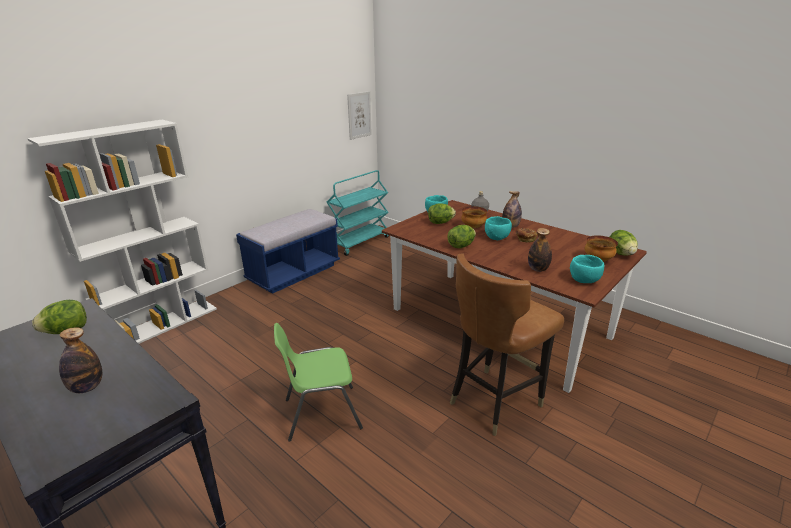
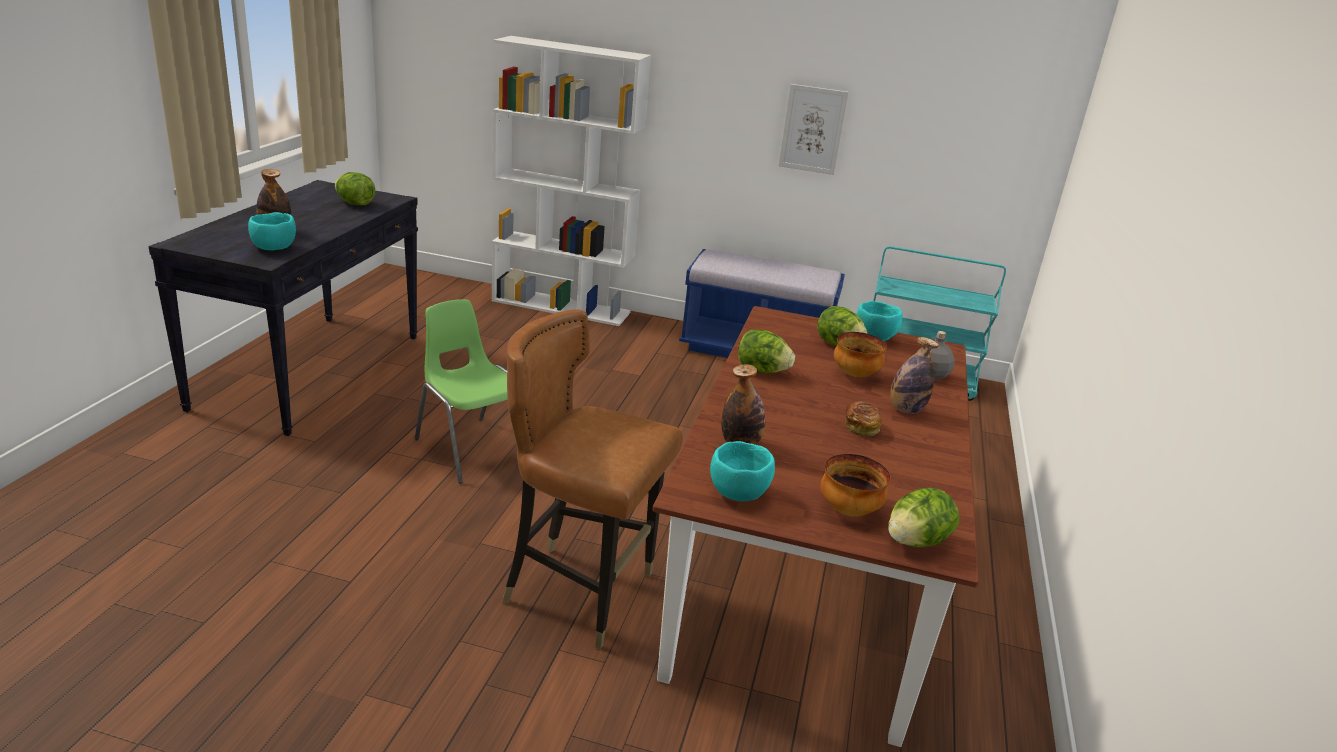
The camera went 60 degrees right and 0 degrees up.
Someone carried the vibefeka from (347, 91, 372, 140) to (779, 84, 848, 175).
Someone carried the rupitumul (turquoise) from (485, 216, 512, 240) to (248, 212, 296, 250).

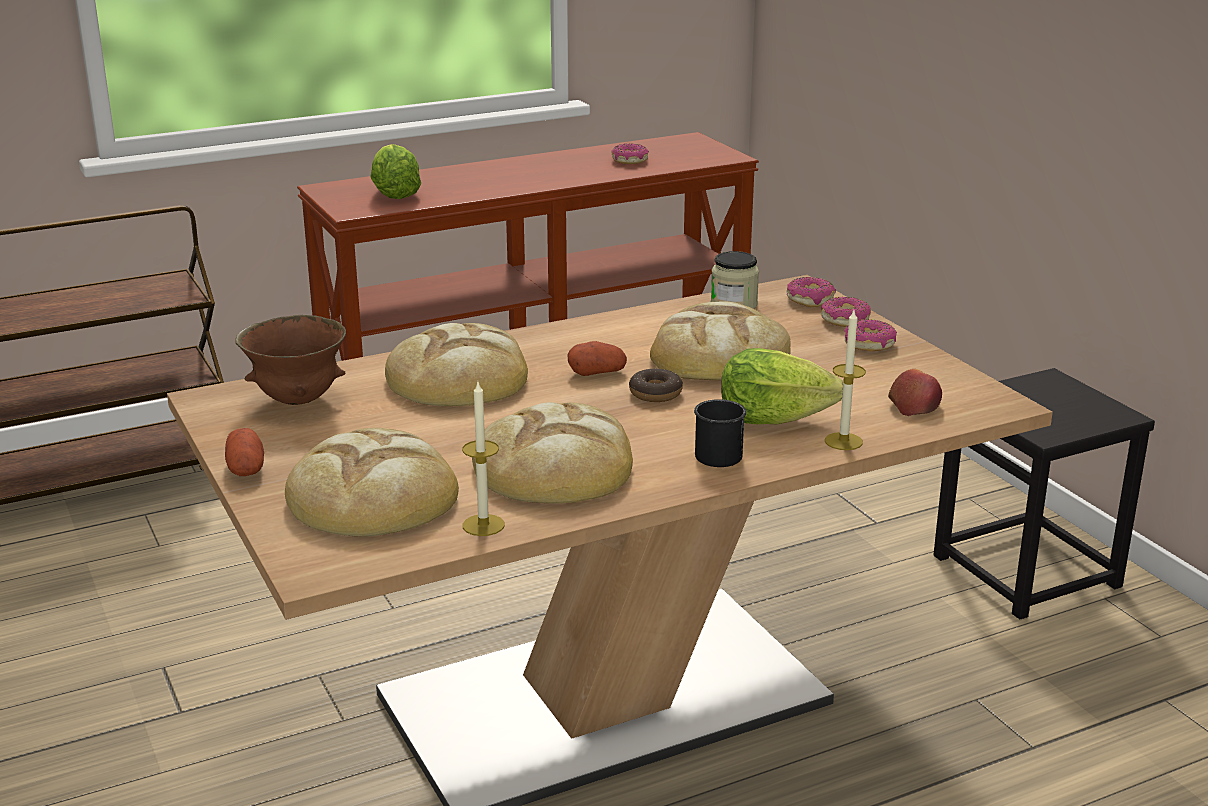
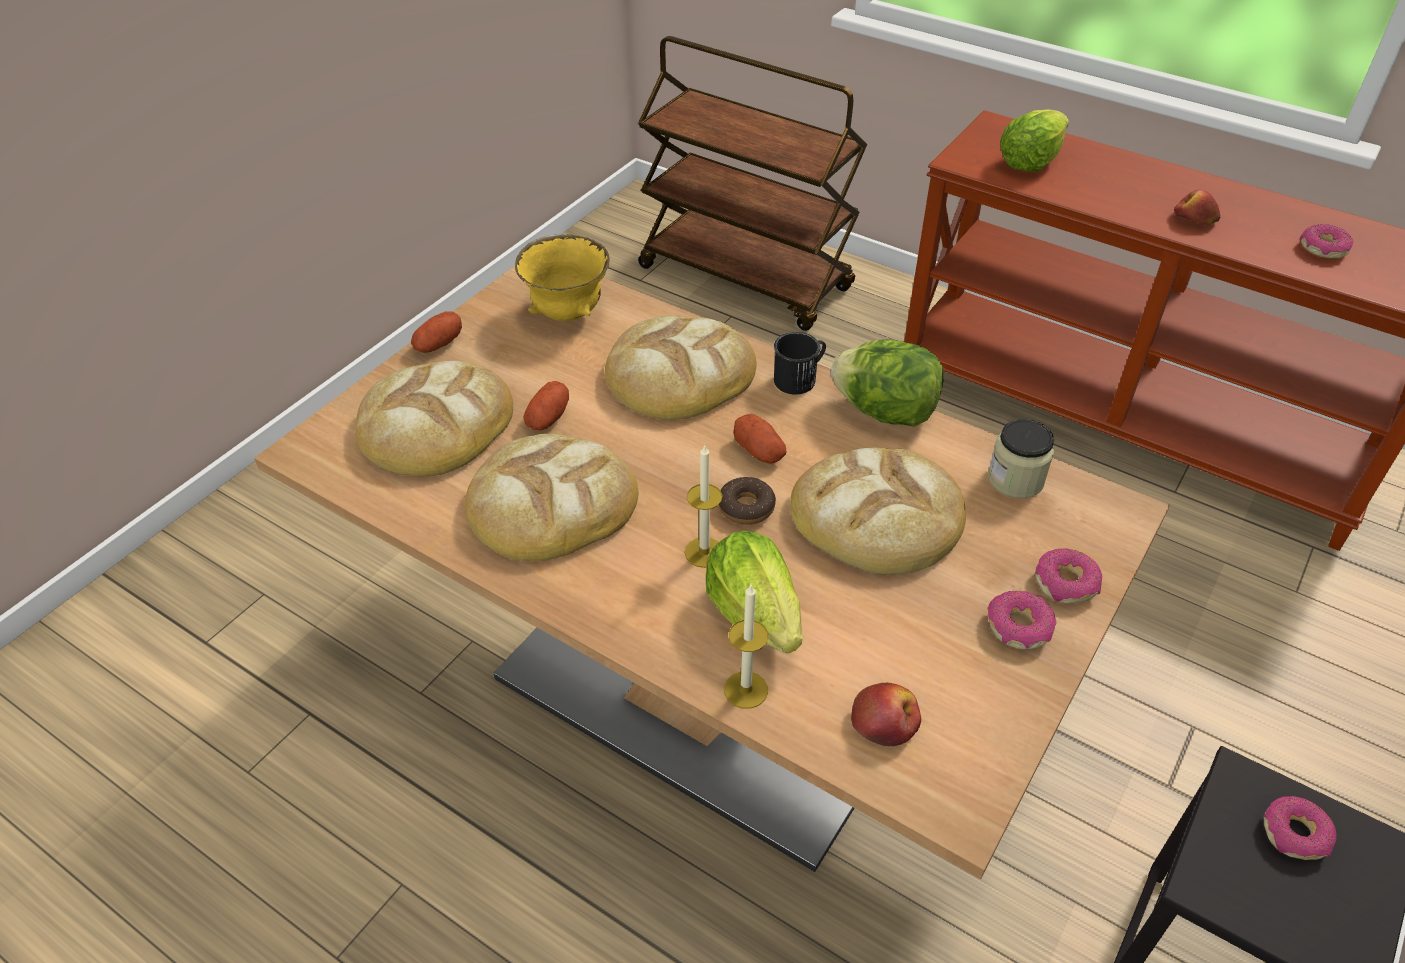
The camera went 60 degrees right and 20 degrees up.
Someone carried the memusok from (786, 277, 836, 307) to (1264, 796, 1337, 860).
Someone repainted the rupitumul (brown) at (235, 315, 346, 405), which became the rupitumul (yellow) at (515, 234, 610, 321).
Someone carried the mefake from (462, 382, 505, 536) to (685, 444, 722, 568).
Someone carried the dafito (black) from (694, 399, 747, 467) to (774, 332, 826, 395).
Someone put down the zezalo at (1174, 190, 1220, 225).
Someone put down the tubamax at (831, 339, 943, 427).
Someone put down the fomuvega at (523, 381, 569, 430).

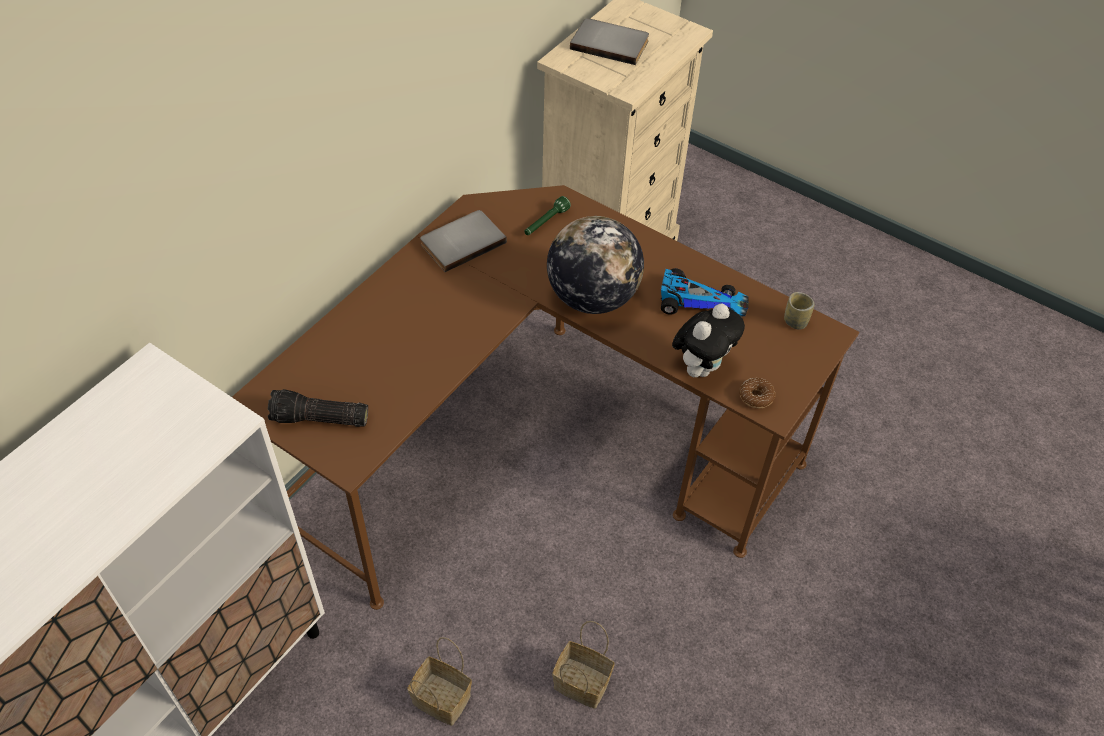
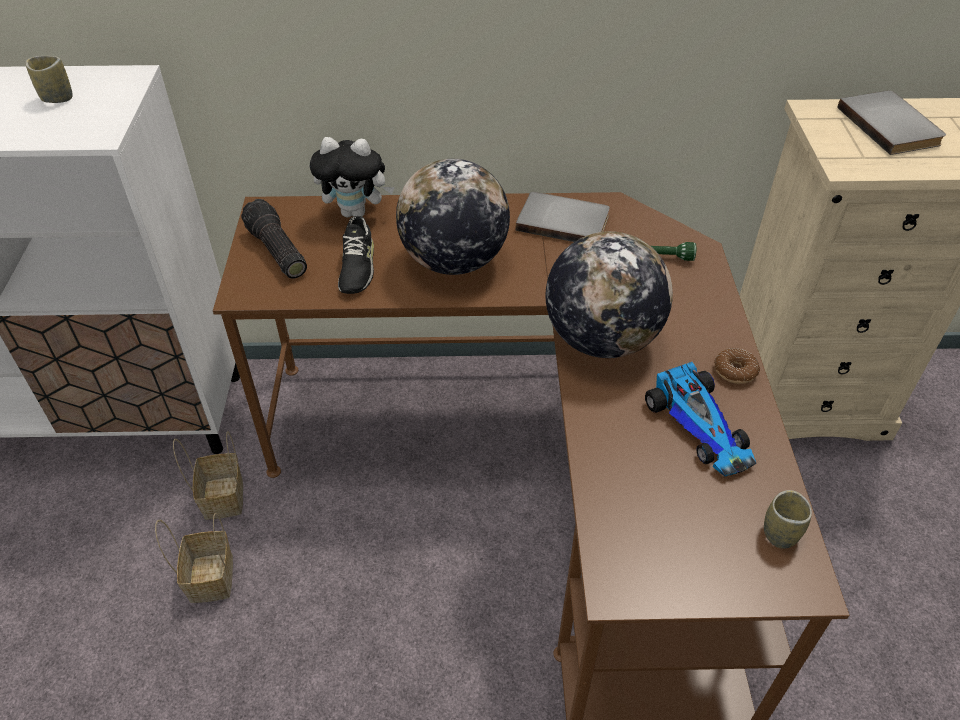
The camera went 55 degrees right and 5 degrees down.
Someone carried the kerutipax from (672, 303, 745, 377) to (310, 137, 395, 218).
Someone carried the memusok from (739, 378, 775, 408) to (714, 348, 760, 384).
Someone carried the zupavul from (552, 621, 614, 709) to (173, 432, 243, 520).
Someone put down the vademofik at (26, 56, 73, 103).
Someone put down the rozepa at (396, 159, 510, 275).
Someone put down the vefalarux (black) at (338, 216, 374, 294).

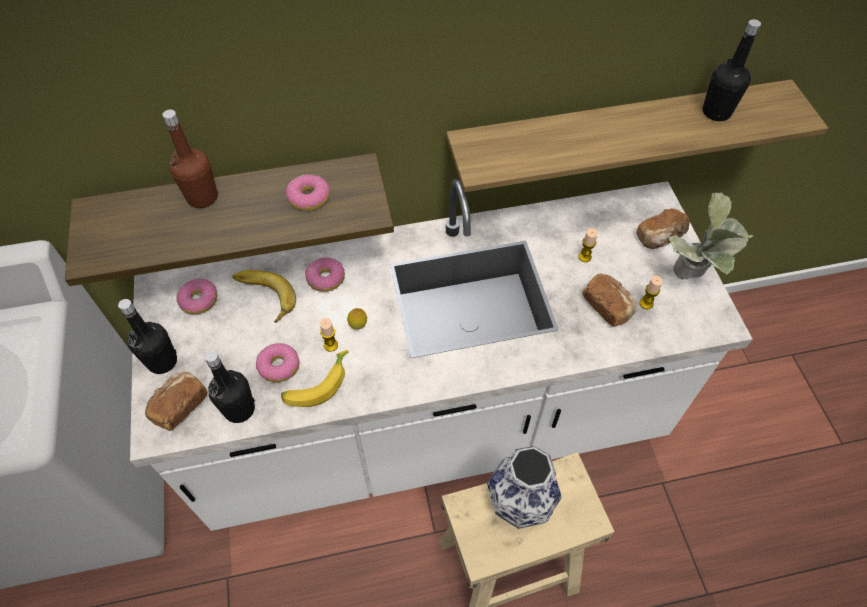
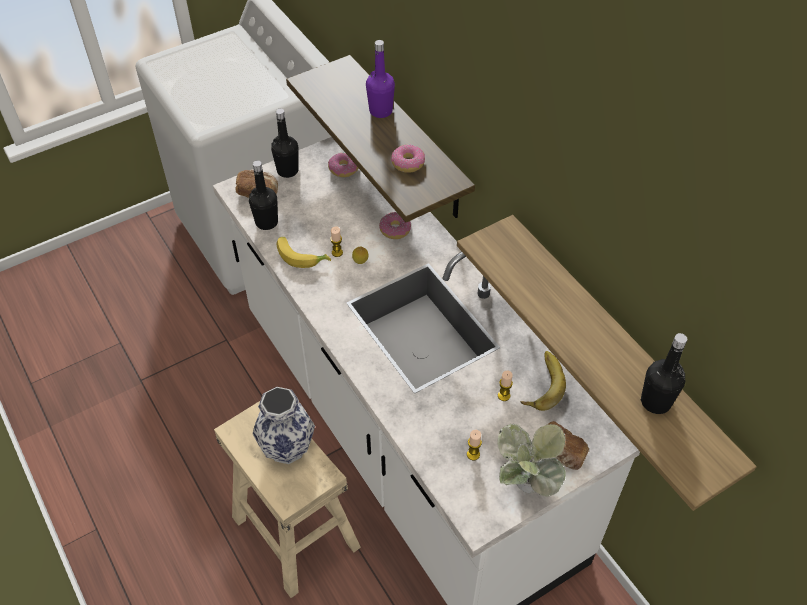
The camera went 70 degrees right and 5 degrees down.
Someone repainted the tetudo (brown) at (162, 110, 218, 208), which became the tetudo (purple) at (366, 40, 395, 118).
Someone carried the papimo from (233, 270, 296, 323) to (520, 351, 566, 411).
Someone took away the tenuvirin at (582, 273, 636, 327).
Someone took away the memusok at (256, 343, 300, 382).

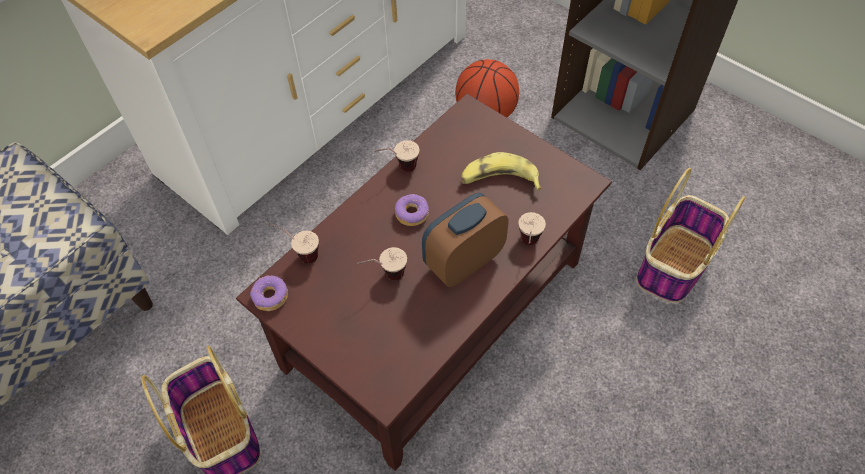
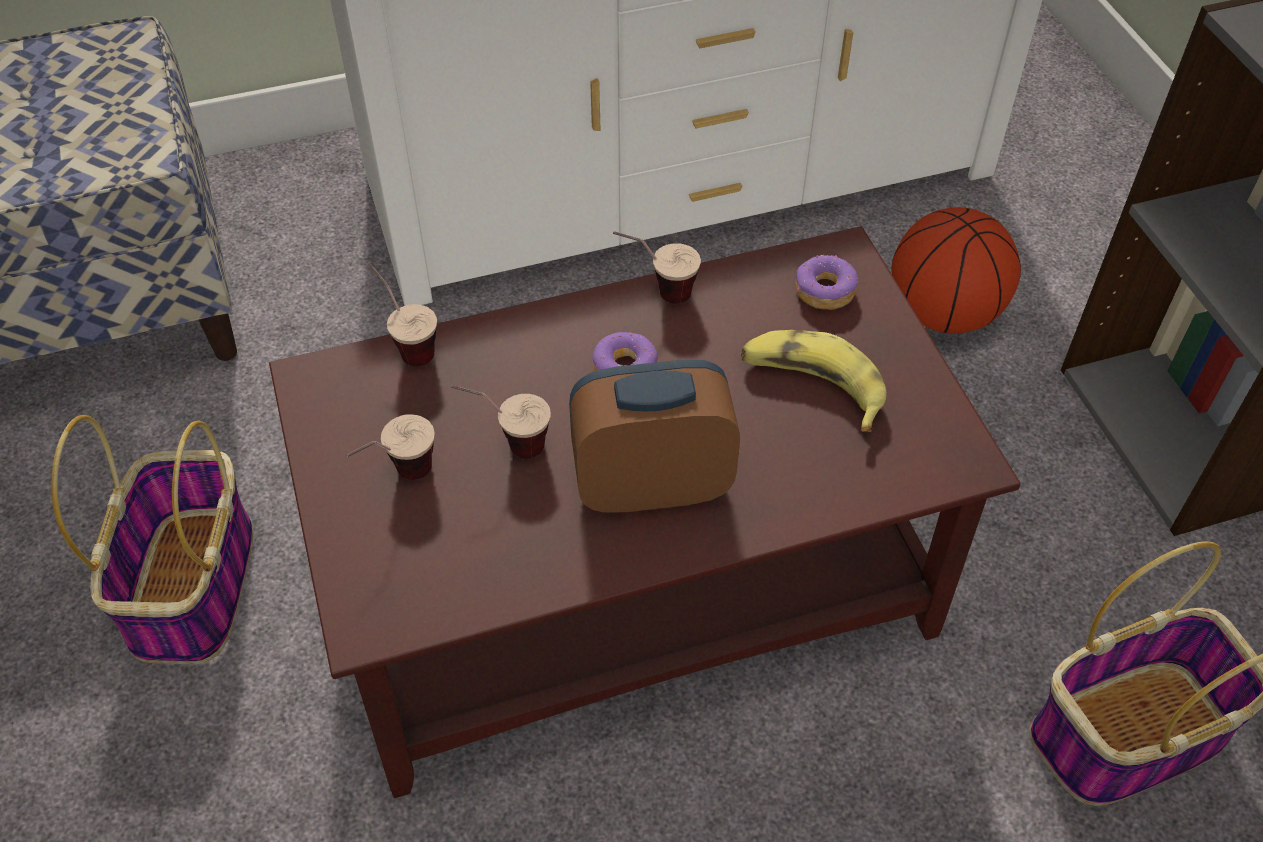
The camera went 30 degrees right and 5 degrees down.
Someone carried the vademofik from (518, 212, 546, 245) to (346, 415, 435, 480).
Someone carried the memusok from (250, 275, 288, 311) to (795, 254, 858, 310).

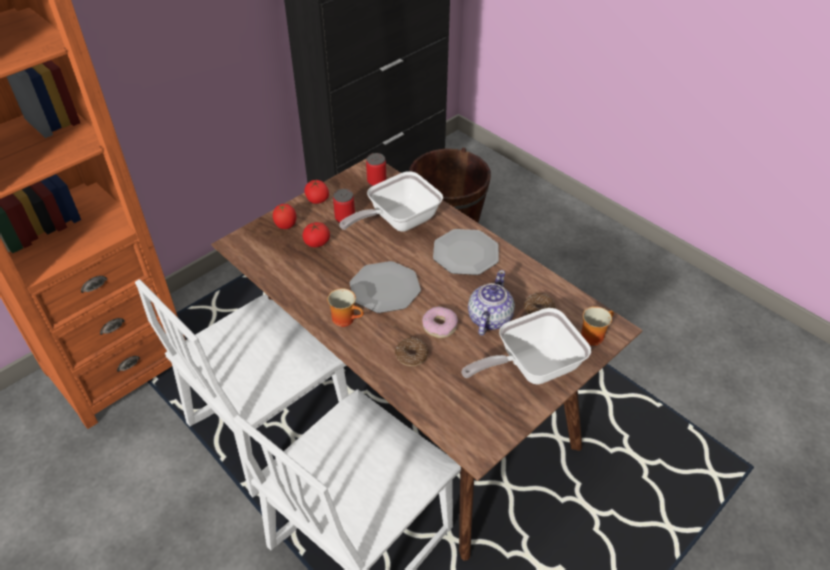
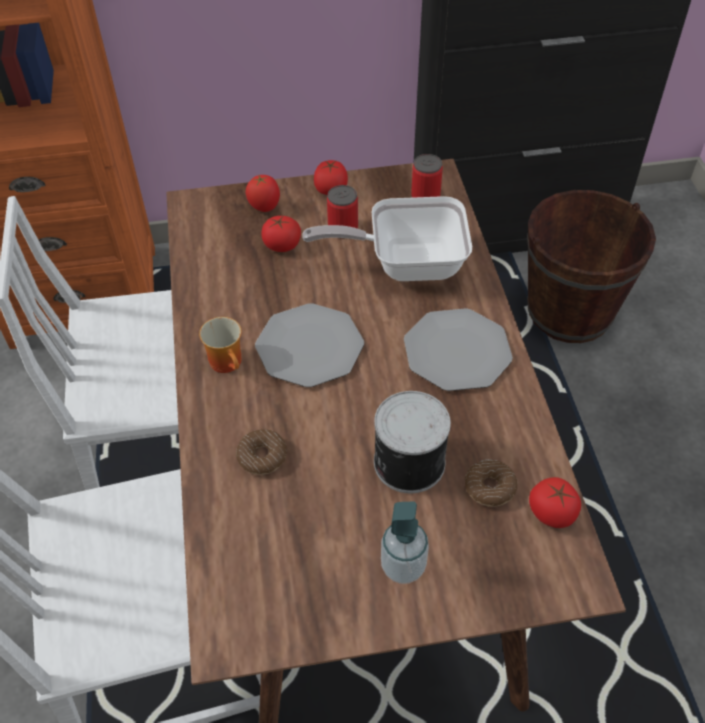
The camera went 35 degrees right and 5 degrees up.
Someone swapped the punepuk at (468, 270, 515, 336) for the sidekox at (374, 391, 451, 493).
Someone took away the dafito at (581, 306, 614, 346).
Someone took away the memusok at (422, 307, 458, 338).
Someone swapped the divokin at (461, 308, 591, 385) for the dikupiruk at (381, 501, 429, 584).
Someone put down the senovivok at (529, 477, 581, 528).

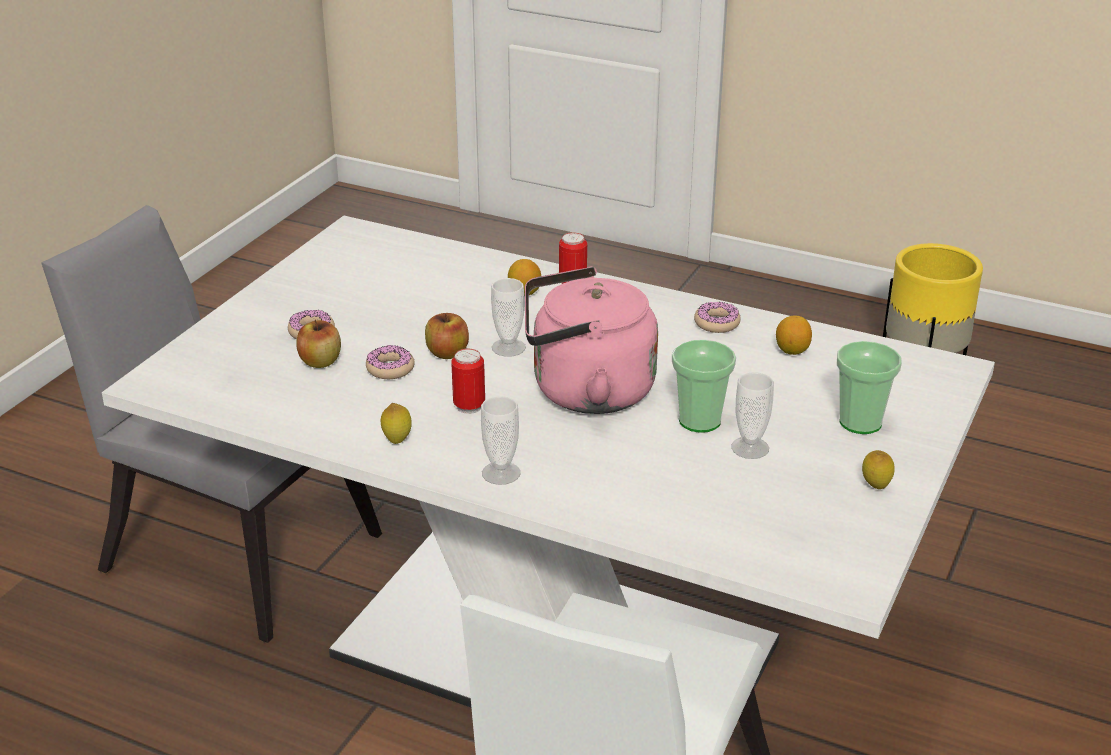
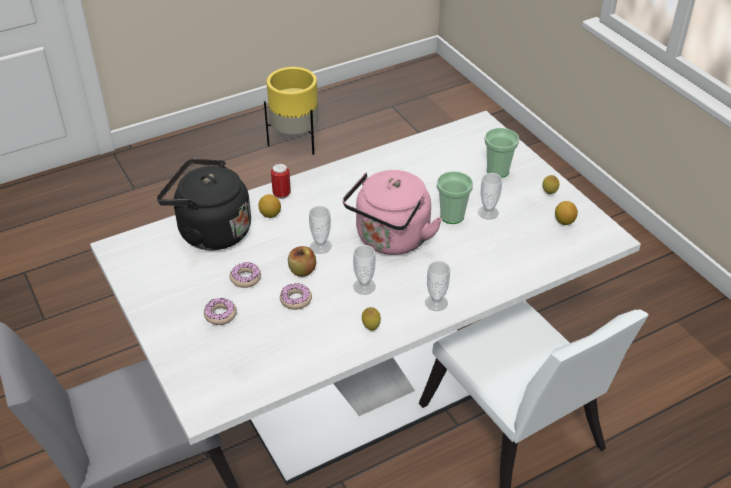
The camera went 55 degrees left and 10 degrees up.
Someone carried the memusok from (694, 302, 741, 333) to (230, 262, 261, 288).
Someone carried the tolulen from (776, 316, 812, 355) to (555, 201, 578, 225).
Someone took away the zezalo at (296, 320, 341, 368).
Someone swapped the sidekox at (451, 349, 485, 414) for the vademofik at (353, 245, 376, 295).
Someone put down the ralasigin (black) at (157, 159, 251, 250).

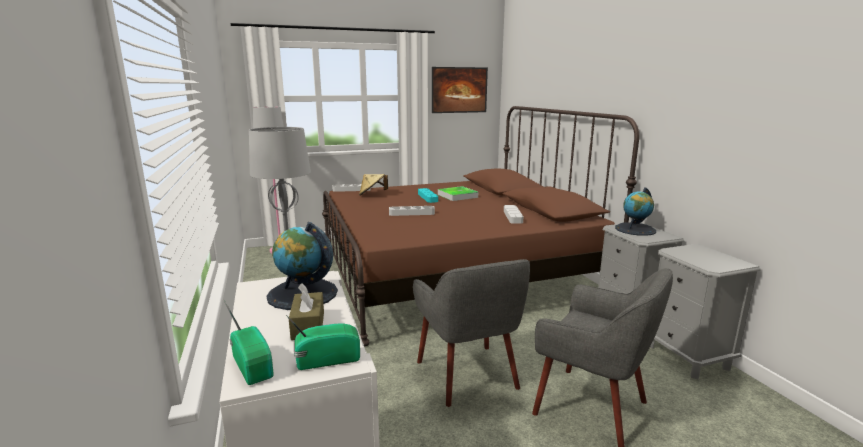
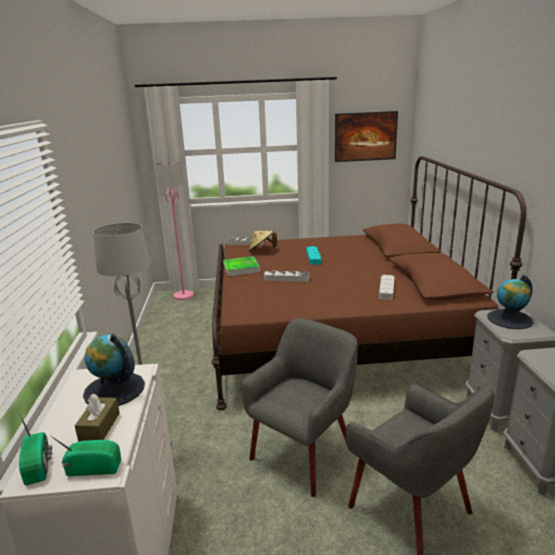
The camera went 15 degrees right and 5 degrees up.
Someone carried the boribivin from (438, 186, 478, 201) to (223, 256, 260, 276).
Someone rotated the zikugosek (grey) at (413, 259, 530, 407) by 135 degrees counterclockwise.

